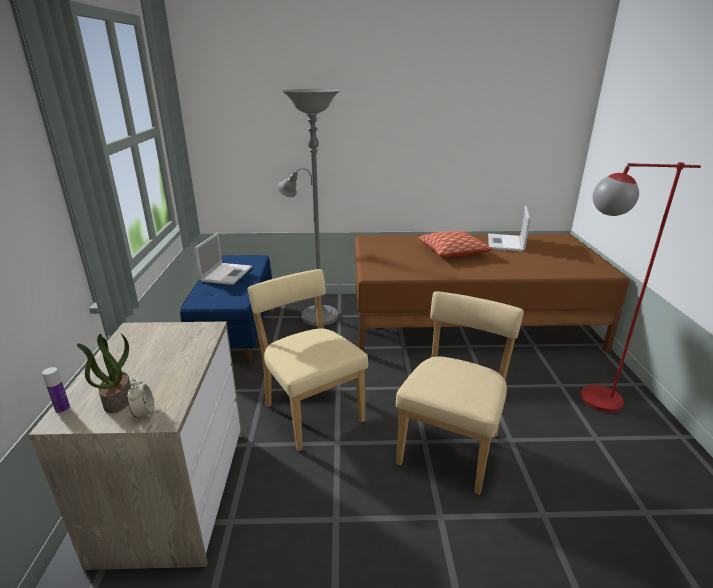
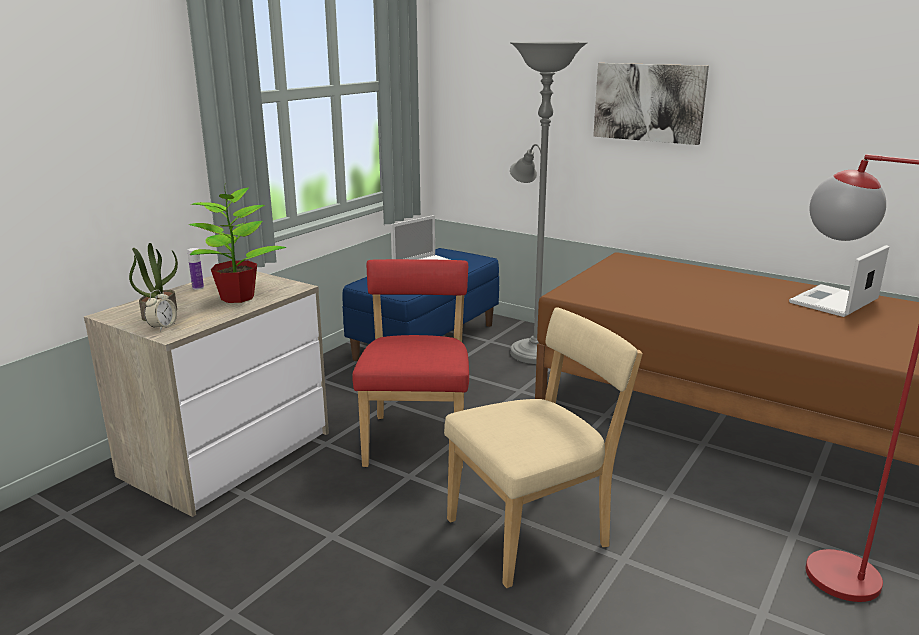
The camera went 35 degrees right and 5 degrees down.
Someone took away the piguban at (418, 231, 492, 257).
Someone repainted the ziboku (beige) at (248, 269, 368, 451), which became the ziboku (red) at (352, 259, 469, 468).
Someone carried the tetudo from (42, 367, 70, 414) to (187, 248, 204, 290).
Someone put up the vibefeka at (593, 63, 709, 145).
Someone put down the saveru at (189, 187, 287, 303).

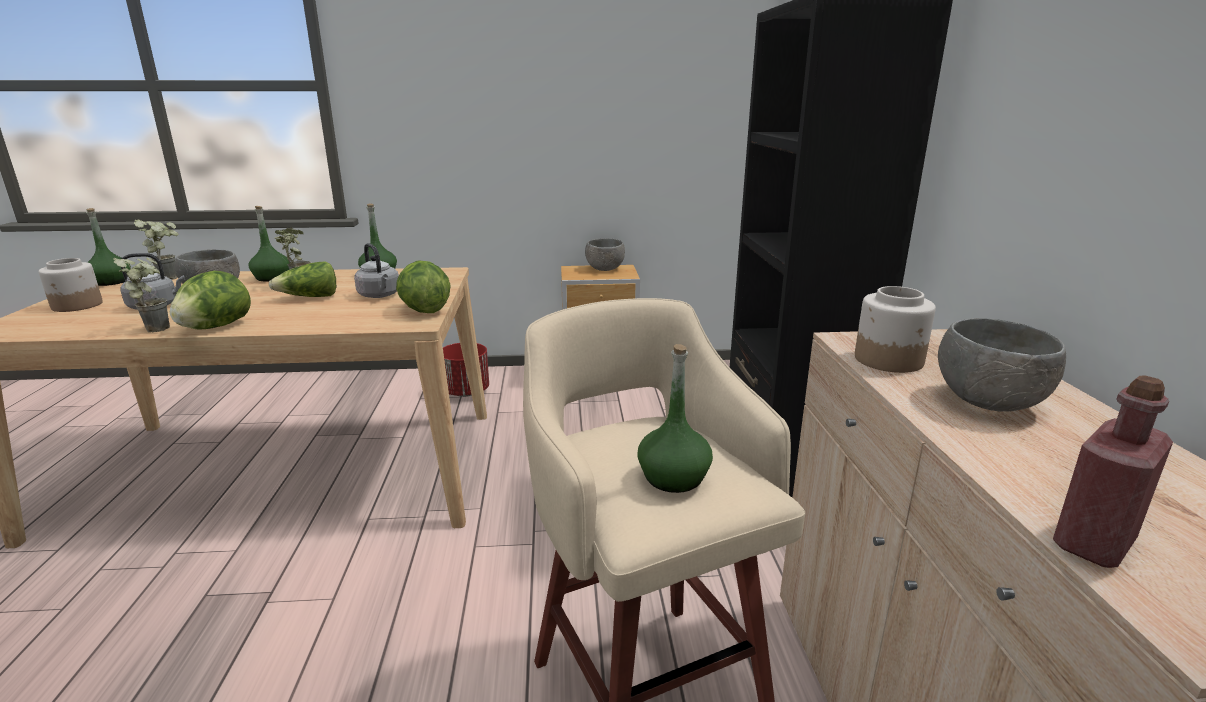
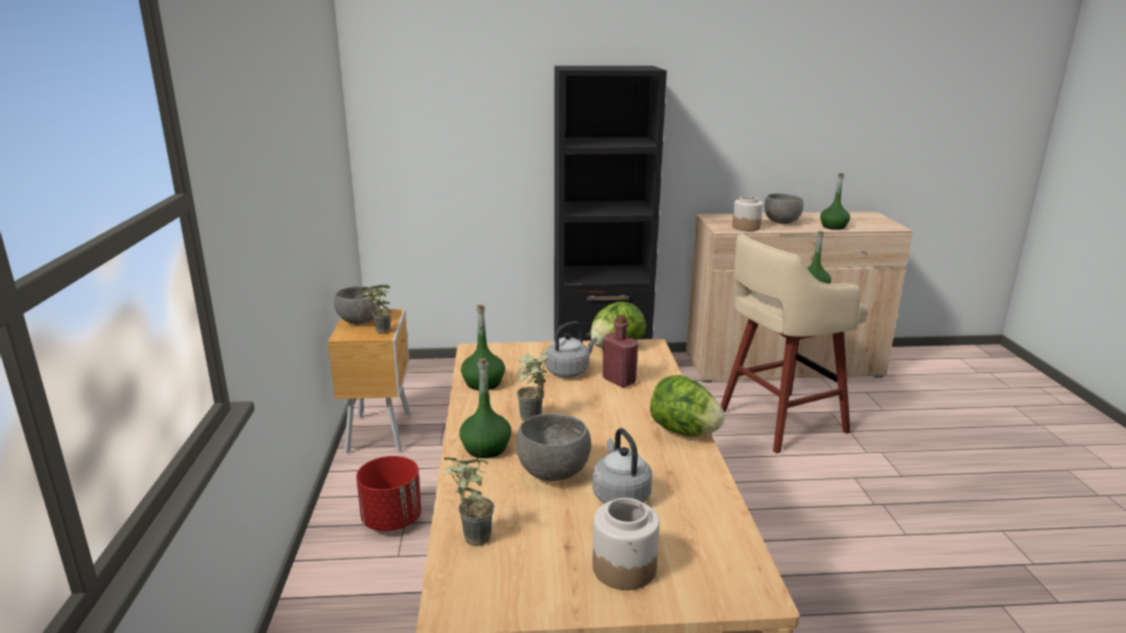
The camera went 90 degrees left and 0 degrees up.
Someone carried the tetudo (green) from (86, 208, 131, 286) to (820, 173, 850, 230).
Someone carried the saveru from (113, 258, 170, 332) to (361, 285, 392, 334).
Someone took away the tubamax at (269, 261, 336, 297).
Someone carried the tetudo (red) from (1053, 375, 1173, 568) to (602, 315, 638, 388).

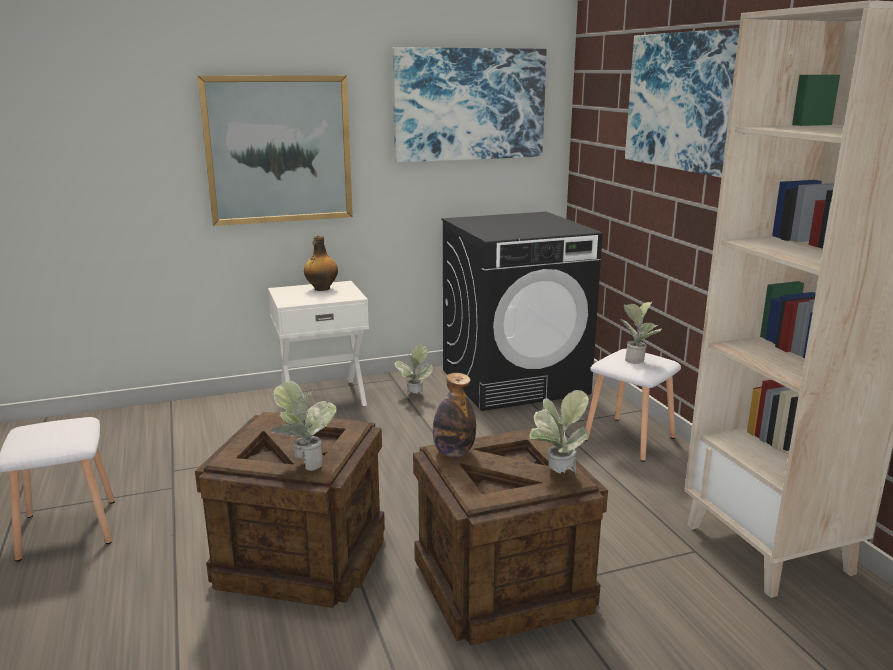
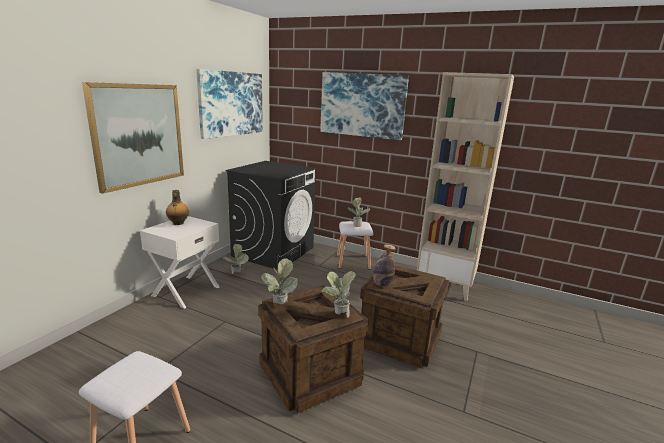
The camera went 45 degrees left and 0 degrees up.
Someone carried the saveru from (529, 390, 589, 475) to (261, 258, 298, 304).

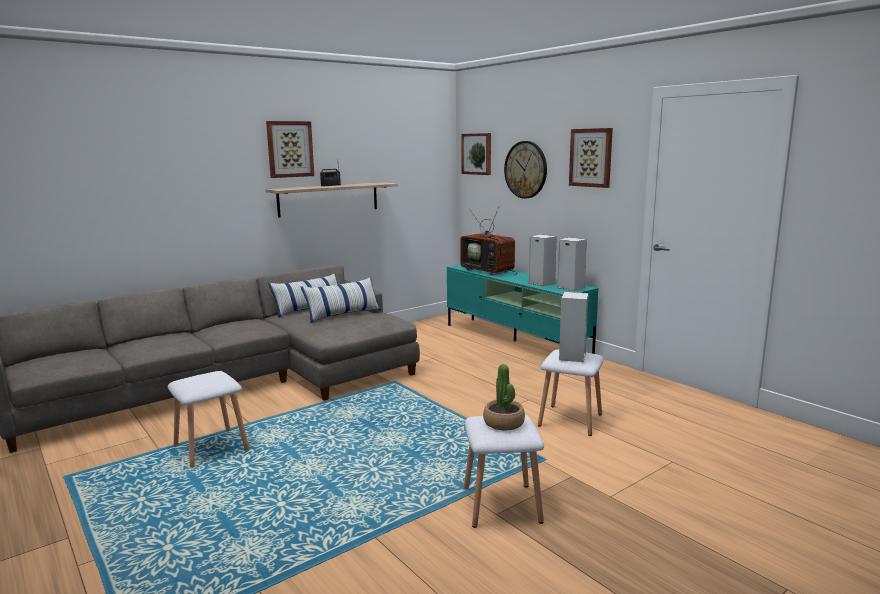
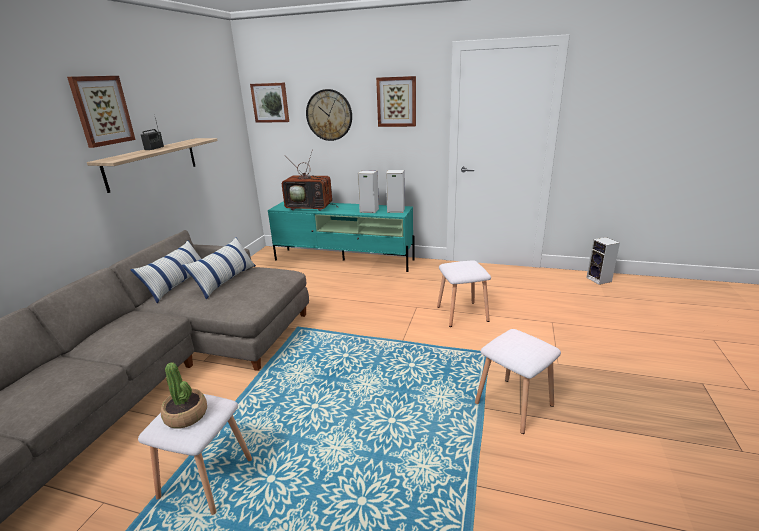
The camera went 35 degrees left and 10 degrees up.
Someone carried the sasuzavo from (559, 292, 589, 362) to (586, 237, 620, 285).
Someone carried the saveru from (483, 364, 525, 431) to (161, 362, 207, 429).

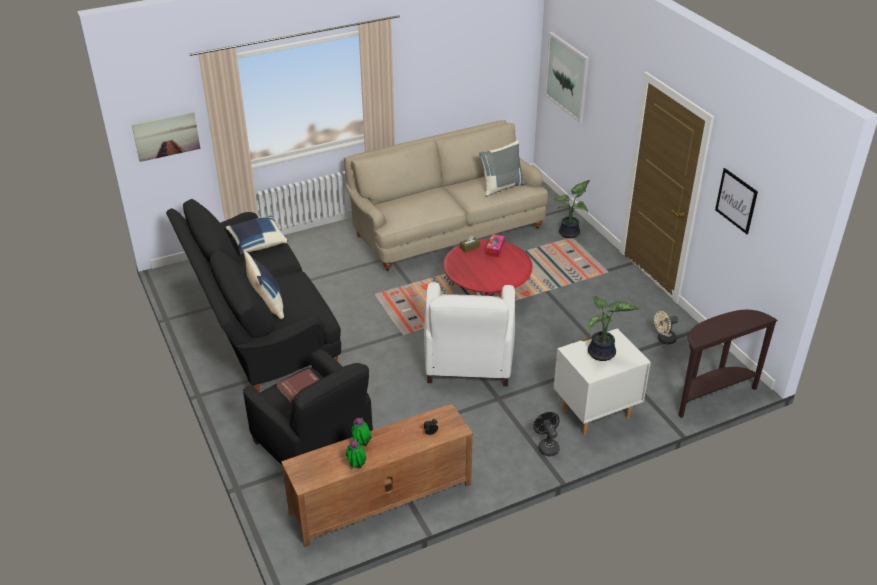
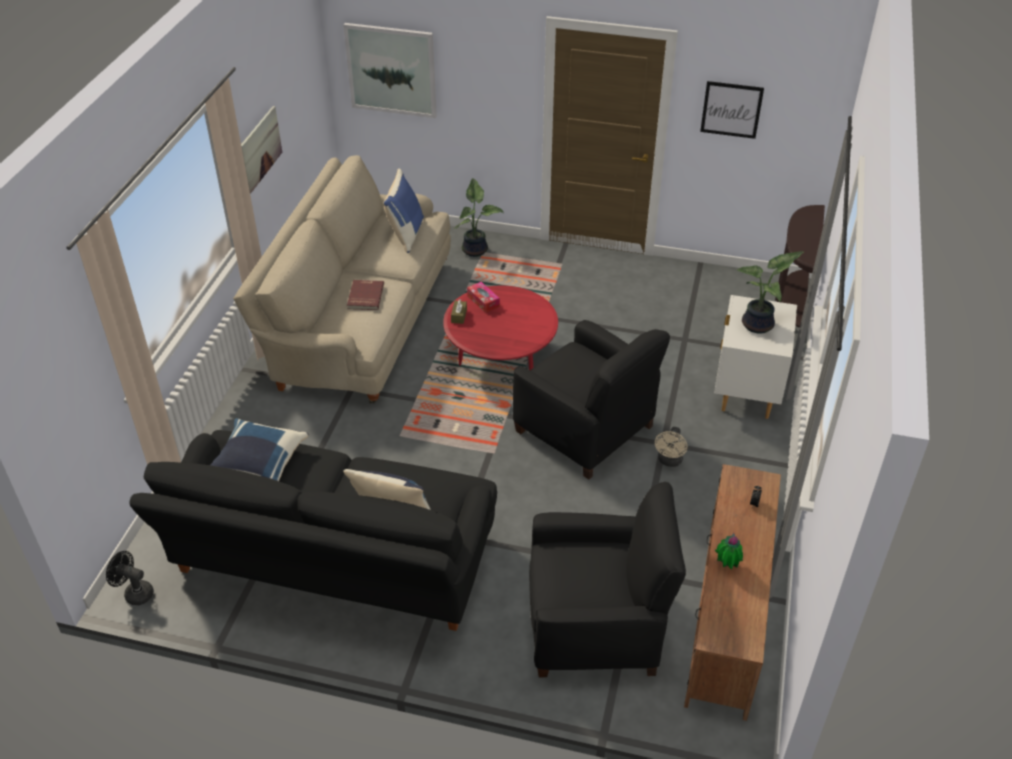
The camera went 50 degrees left and 5 degrees up.
Someone carried the vibefeka from (132, 112, 201, 162) to (241, 106, 282, 193).
Someone repainted the piguban (grey) at (479, 140, 527, 197), which became the piguban (blue) at (383, 168, 424, 253).
Someone repainted the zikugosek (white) at (424, 282, 515, 386), which became the zikugosek (black) at (513, 320, 670, 479).
Someone carried the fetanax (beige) from (654, 311, 678, 345) to (655, 427, 687, 467).
Someone carried the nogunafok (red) from (277, 369, 319, 402) to (347, 280, 384, 310).
Someone carried the fetanax (black) from (533, 412, 560, 456) to (106, 551, 154, 605).
Someone took away the saveru at (346, 439, 366, 468).

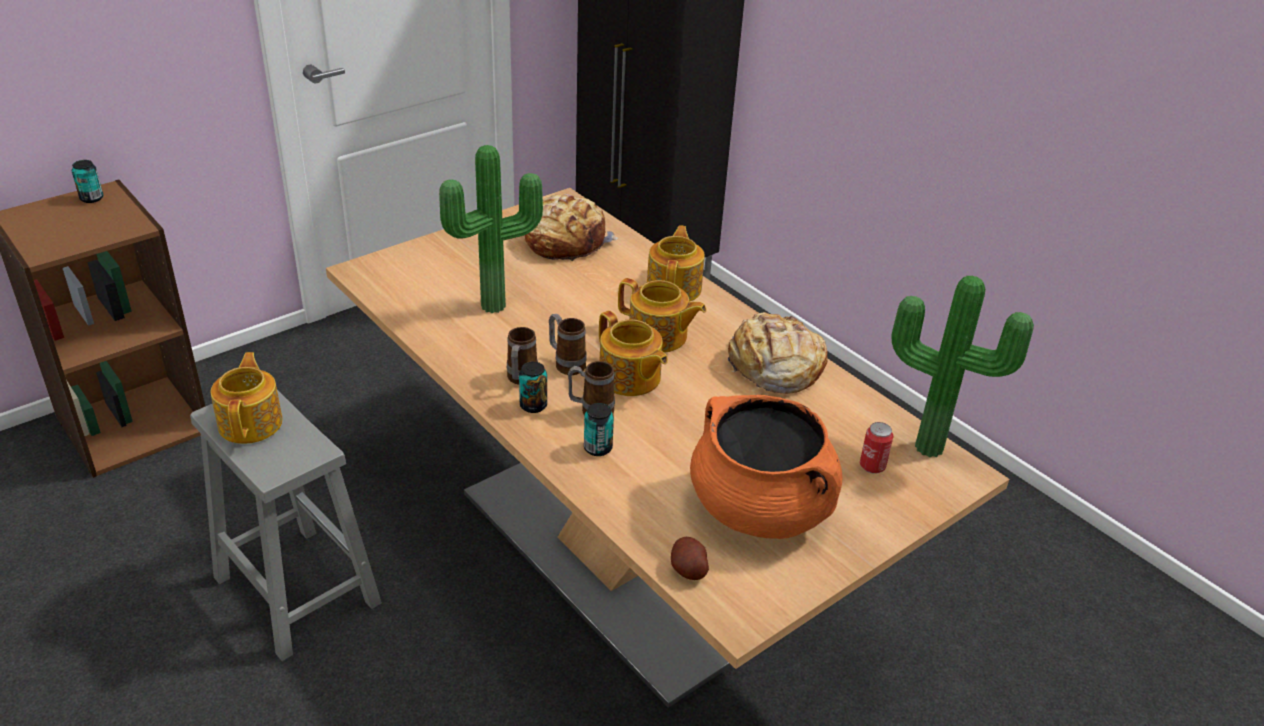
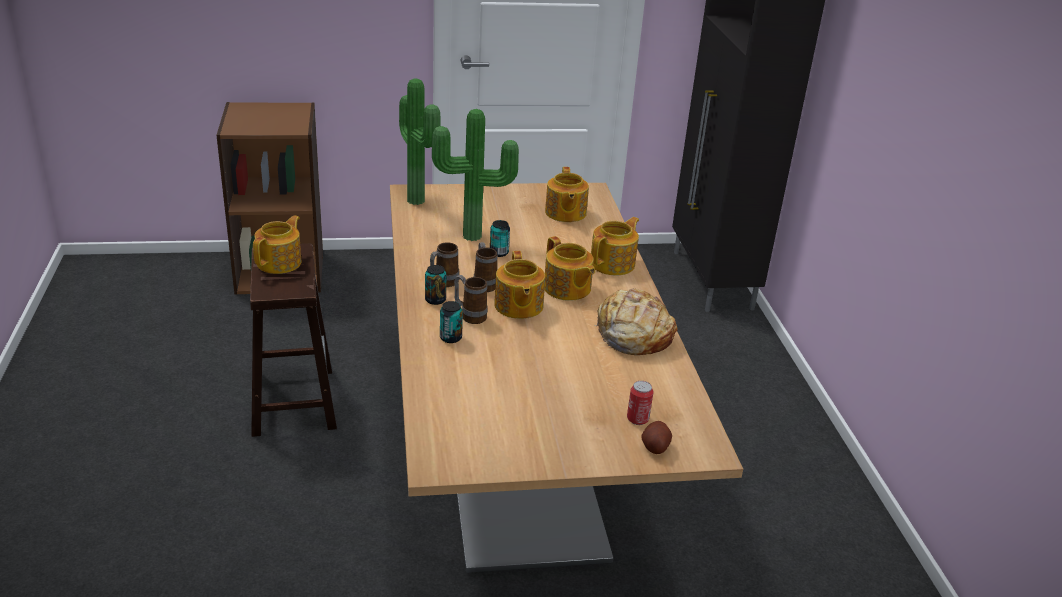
The camera went 30 degrees right and 5 degrees down.
Someone carried the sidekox from (72, 160, 103, 203) to (490, 220, 510, 257).
Someone swapped the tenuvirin at (525, 194, 618, 261) for the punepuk at (545, 167, 589, 222).
Someone carried the saveru from (892, 276, 1034, 457) to (399, 78, 441, 205).
Someone repainted the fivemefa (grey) at (190, 390, 382, 661), which became the fivemefa (brown) at (250, 244, 337, 437).
Someone took away the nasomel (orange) at (690, 395, 842, 539).
Someone carried the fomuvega from (671, 537, 709, 580) to (641, 421, 672, 454).

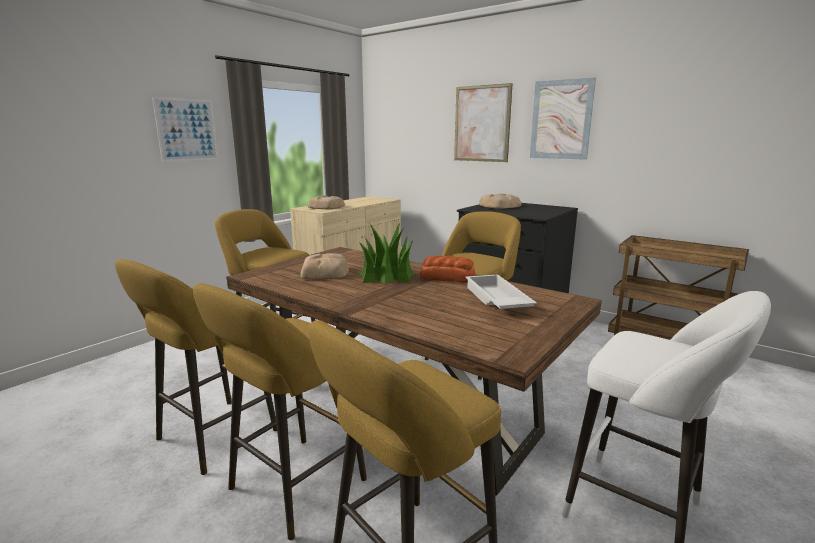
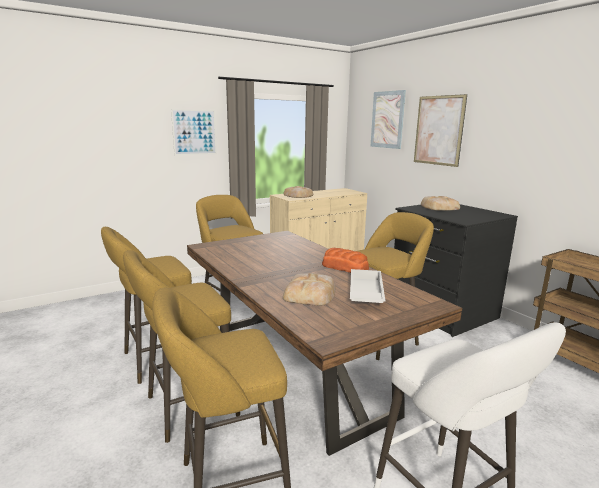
The camera went 20 degrees right and 0 degrees up.
Someone carried the vibefeka from (530, 77, 596, 160) to (371, 90, 406, 149).
Someone took away the saveru at (359, 223, 415, 284).
Someone carried the tenuvirin from (300, 253, 349, 279) to (283, 273, 336, 306).

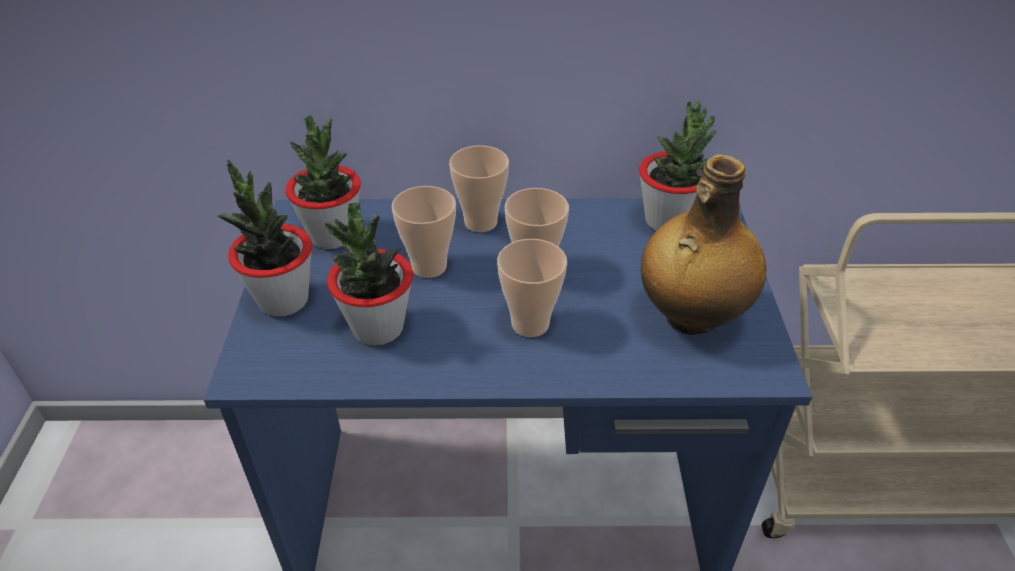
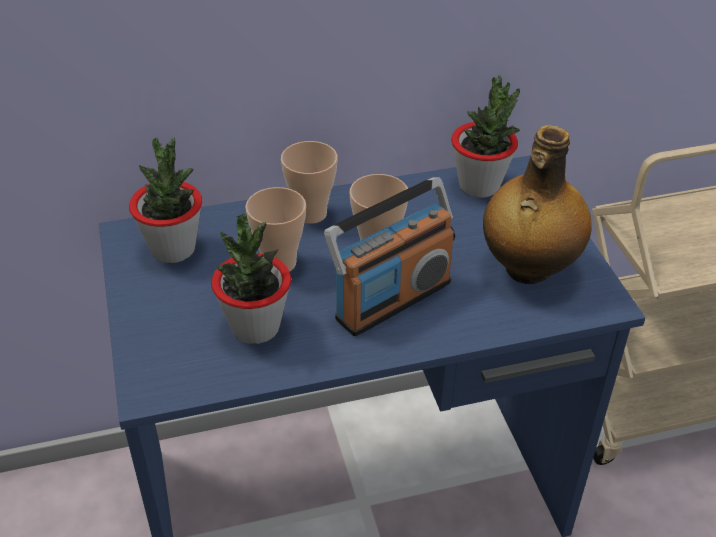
The camera went 15 degrees left and 0 degrees up.
Someone took away the saveru at (218, 159, 312, 317).
Someone swapped the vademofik at (497, 239, 567, 337) for the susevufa at (324, 177, 455, 337).

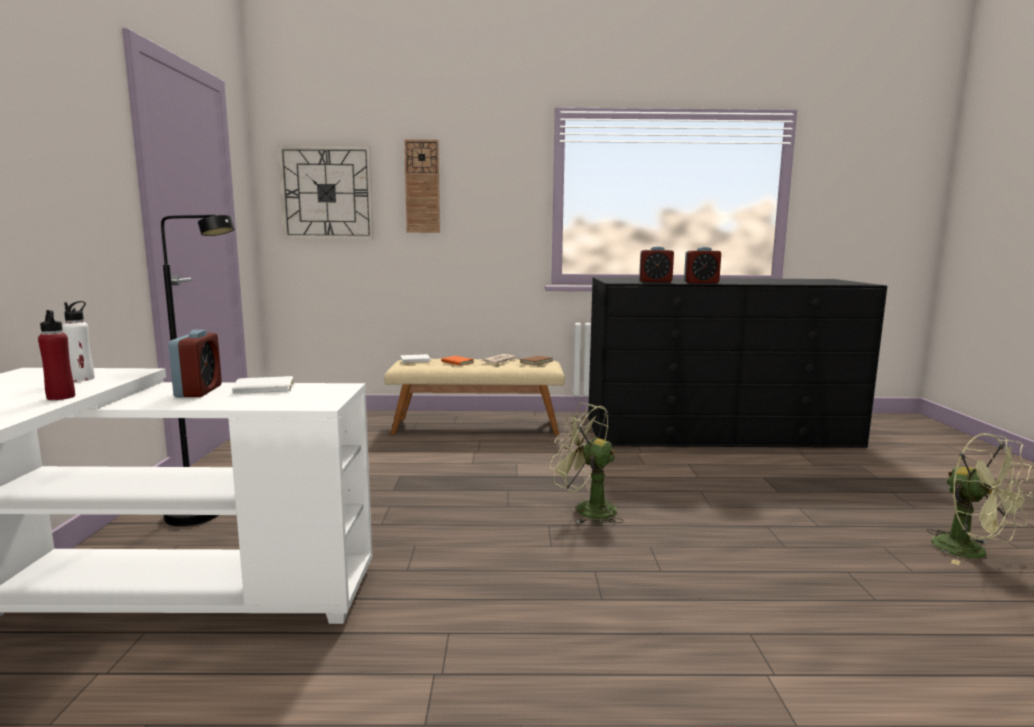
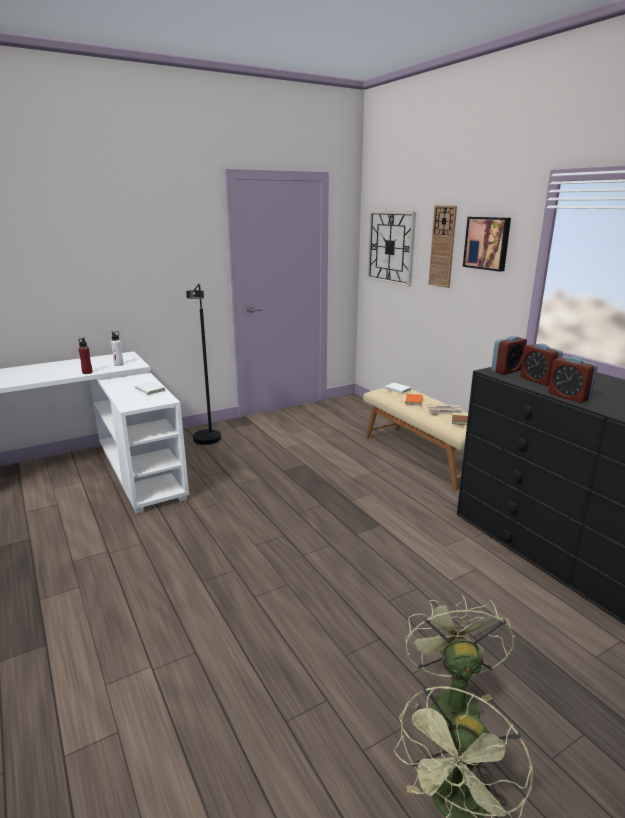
The camera went 60 degrees right and 10 degrees up.
Someone carried the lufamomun from (168, 330, 222, 397) to (491, 336, 527, 375).
Someone carried the fetanax (green) from (550, 403, 623, 526) to (406, 594, 515, 725).
Someone put up the vibefeka at (463, 217, 511, 272).

